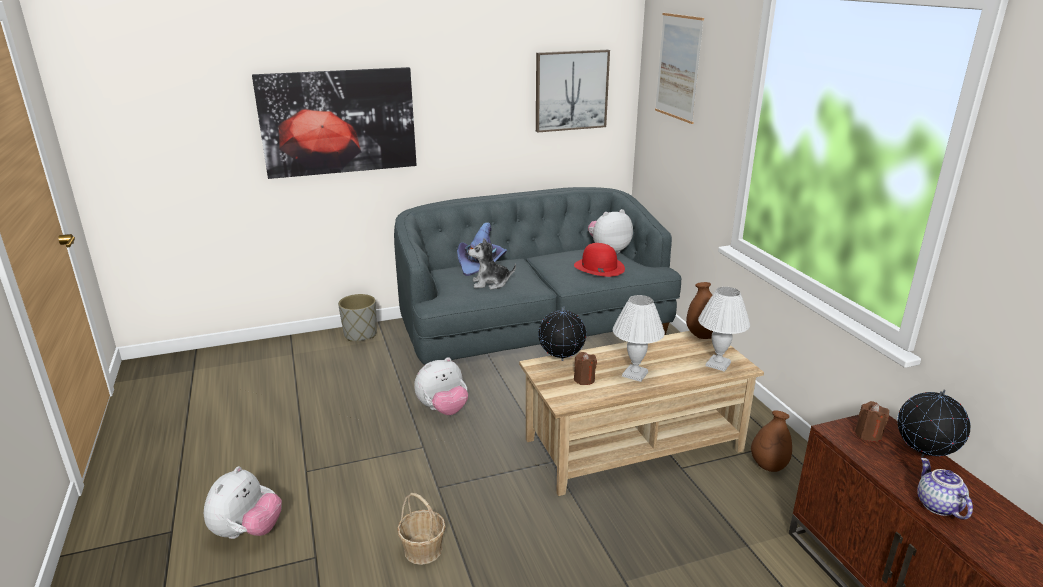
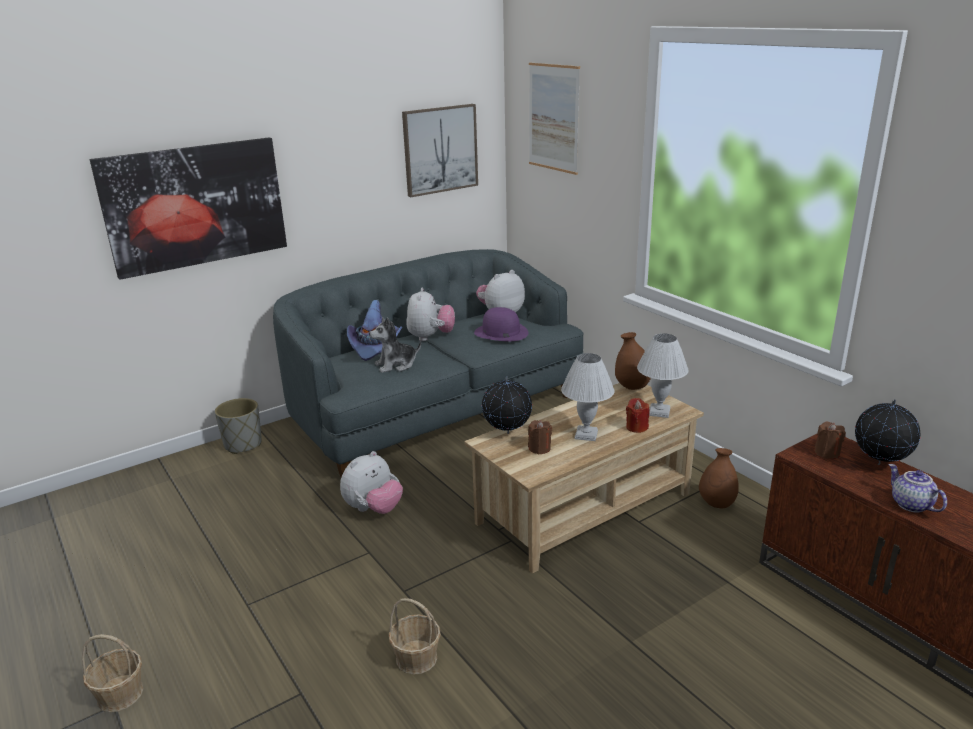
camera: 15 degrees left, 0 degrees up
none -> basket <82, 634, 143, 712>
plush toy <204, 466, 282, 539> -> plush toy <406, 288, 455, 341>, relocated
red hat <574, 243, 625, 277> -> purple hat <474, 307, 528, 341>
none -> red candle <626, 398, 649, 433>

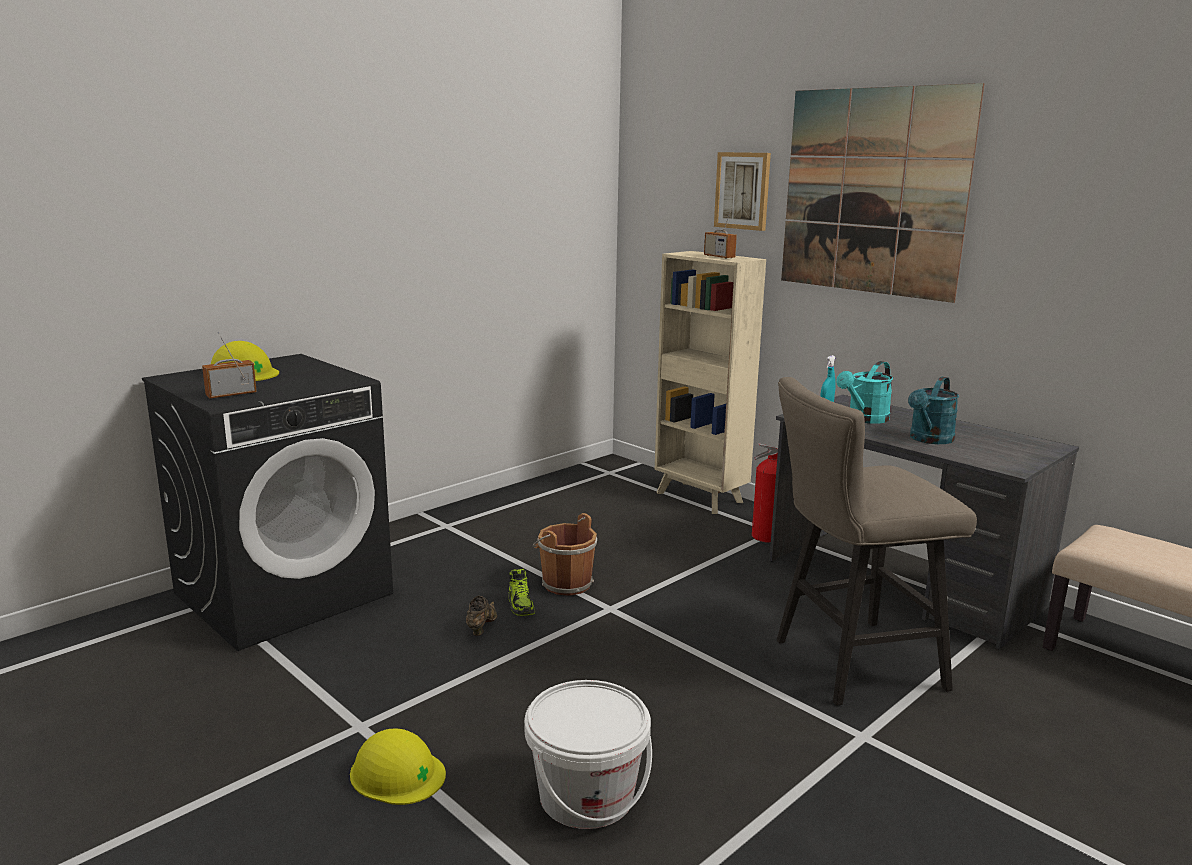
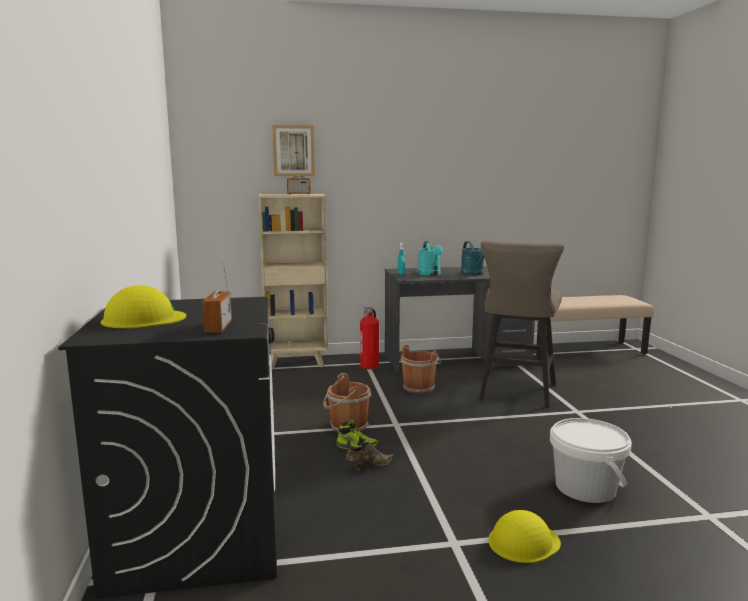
camera: 55 degrees left, 5 degrees down
brown shoe <466, 596, 497, 636> -> brown shoe <346, 442, 393, 471>, 105 degrees clockwise
none -> brown bucket <401, 345, 441, 394>
picture <781, 83, 985, 303> -> none

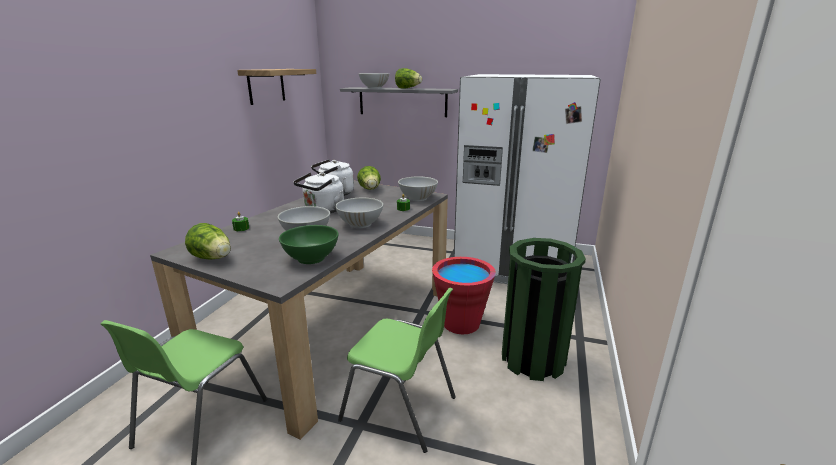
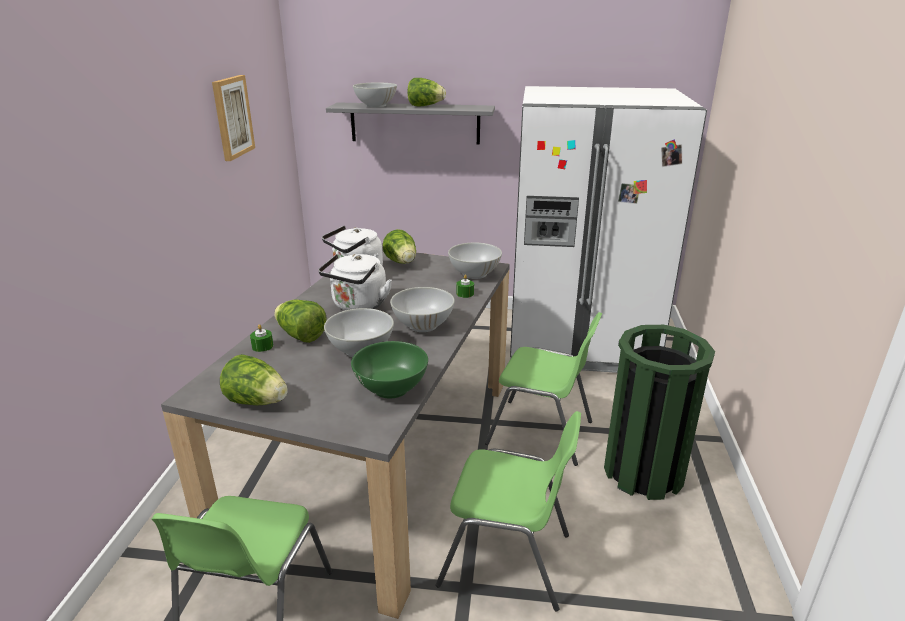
camera: 10 degrees left, 5 degrees up
shelf <237, 69, 316, 105> -> picture <212, 75, 255, 161>
none -> lettuce <274, 300, 327, 343>
red bucket <432, 257, 496, 334> -> green chair <485, 312, 602, 466>

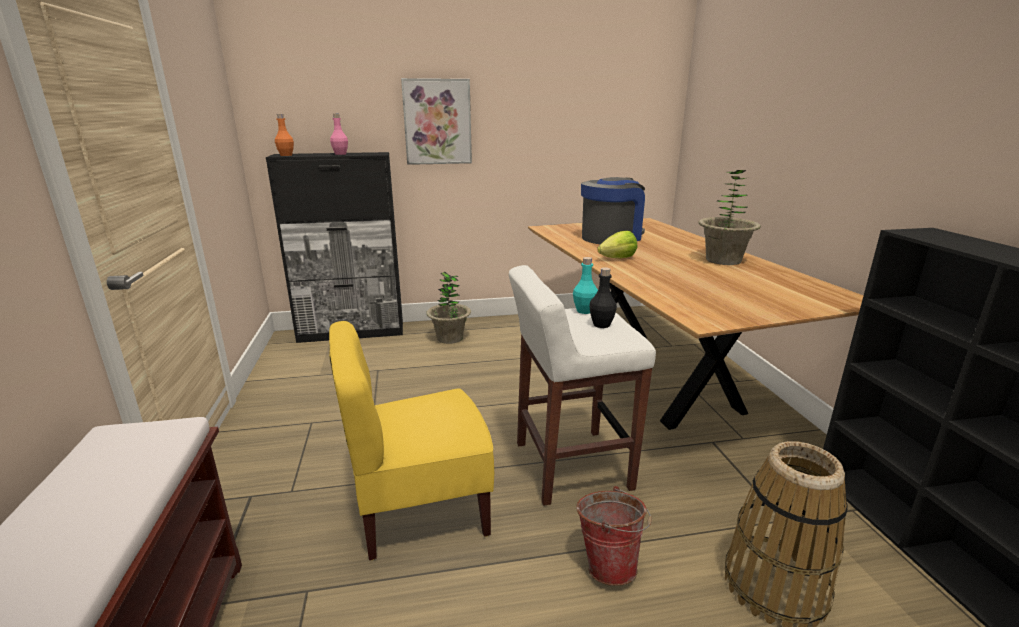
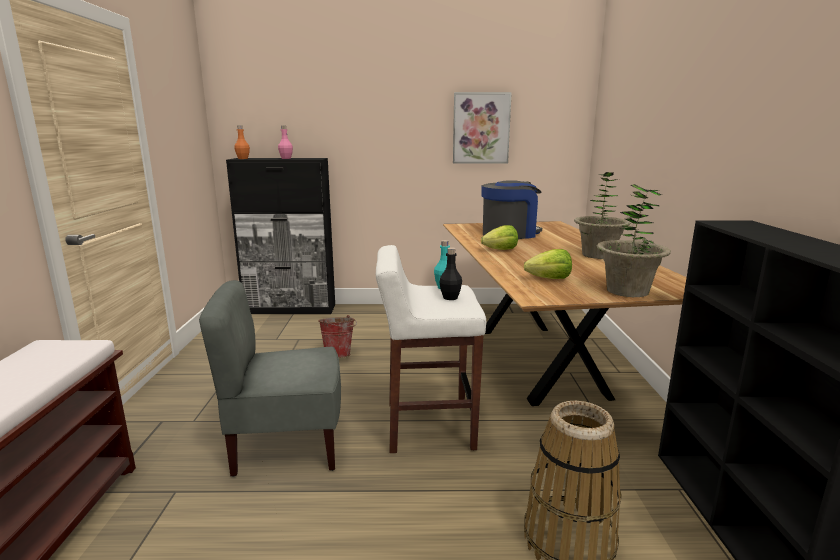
camera: 10 degrees right, 5 degrees down
yellow chair <329, 321, 494, 560> -> grey chair <199, 280, 341, 477>
bucket <576, 486, 652, 586> -> bucket <319, 315, 357, 358>, relocated
picture <401, 78, 472, 165> -> picture <453, 92, 512, 164>, relocated
none -> lettuce <524, 249, 572, 279>
potted plant <426, 272, 471, 344> -> potted plant <597, 184, 671, 297>, relocated

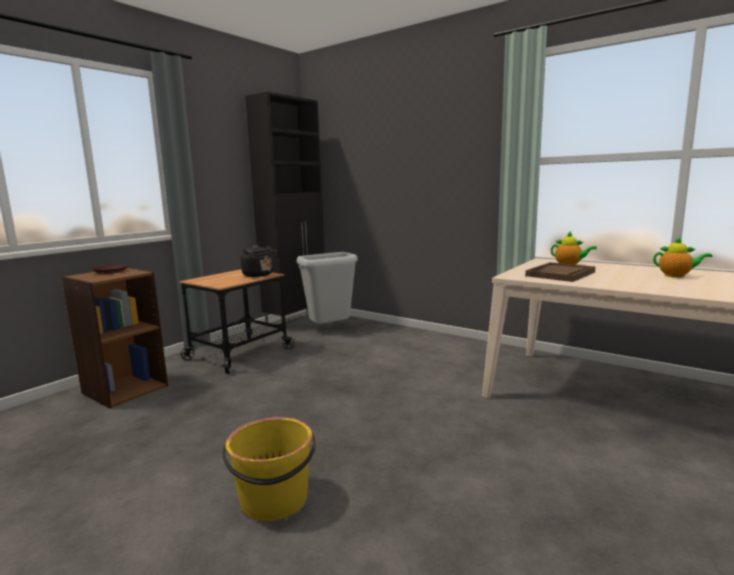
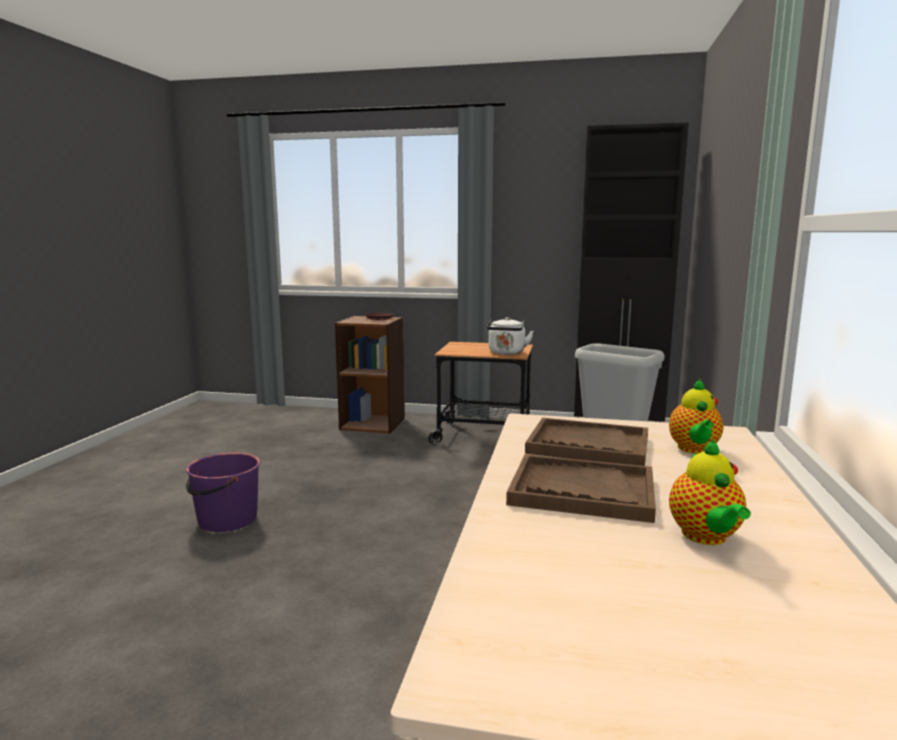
camera: 65 degrees right, 0 degrees up
yellow bucket <222, 417, 316, 521> -> purple bucket <186, 453, 260, 532>
black kettle <241, 245, 278, 277> -> white kettle <487, 317, 534, 355>
none -> brown tray <506, 454, 656, 523>

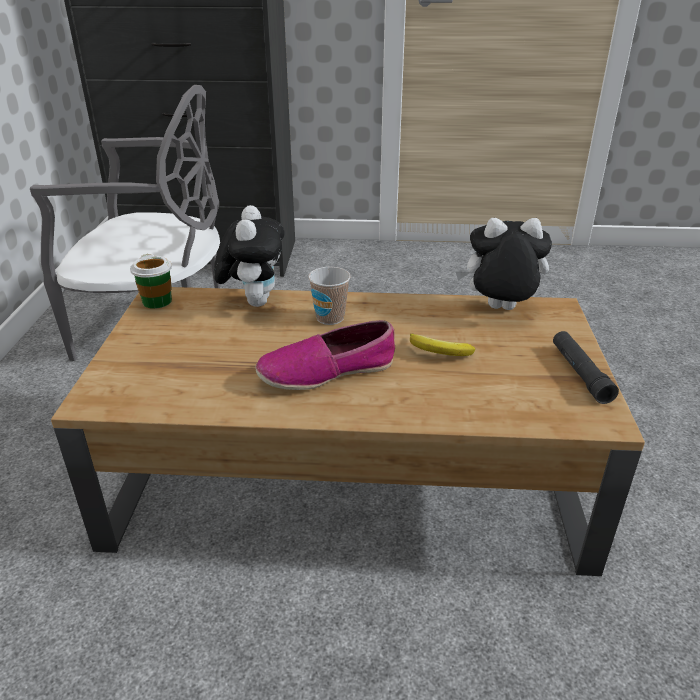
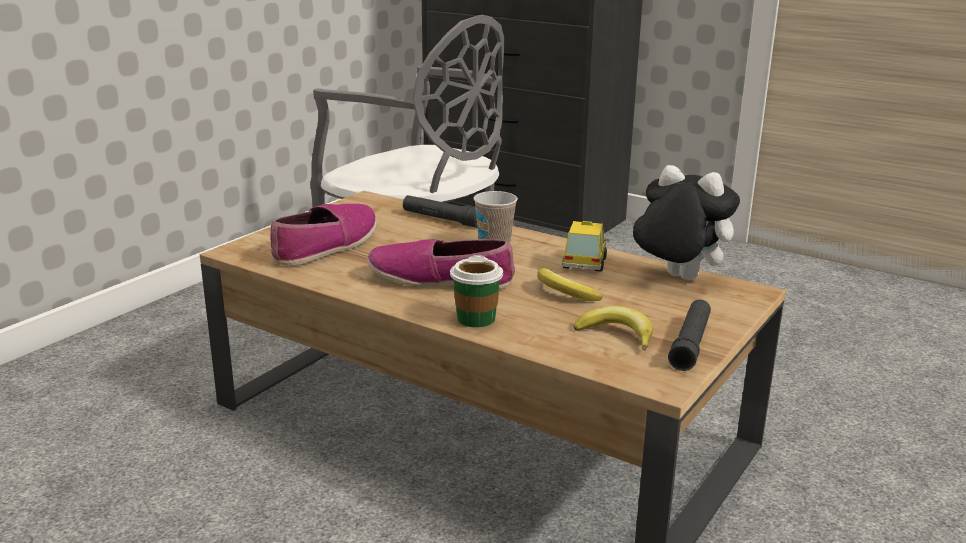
camera: 30 degrees right, 10 degrees down
none -> shoe <270, 204, 377, 266>
plush toy <214, 205, 284, 307> -> black flashlight <403, 195, 477, 228>
cup <130, 254, 172, 309> -> cup <450, 255, 503, 328>, relocated
none -> toy car <562, 221, 609, 272>
none -> banana <573, 306, 653, 351>

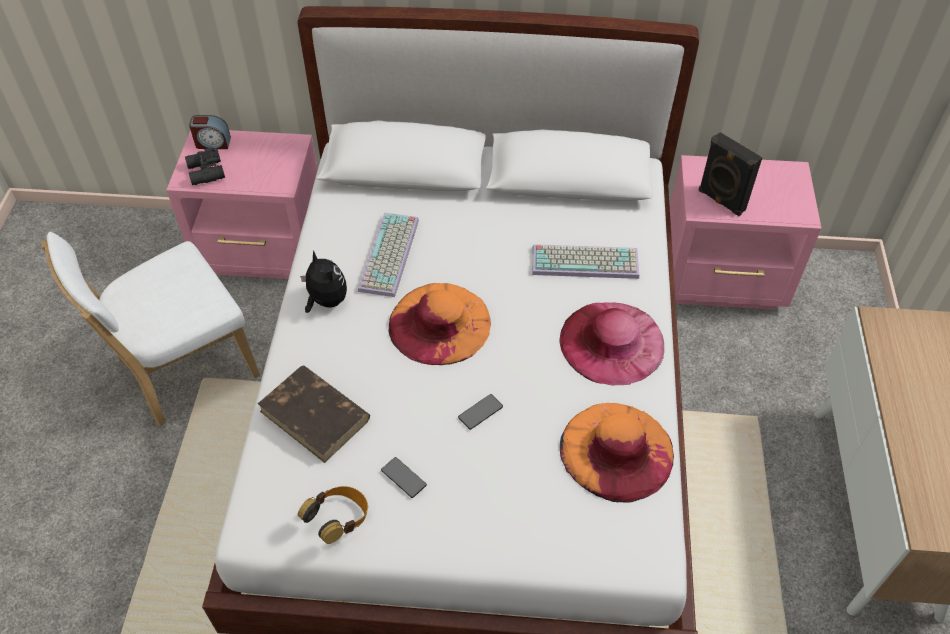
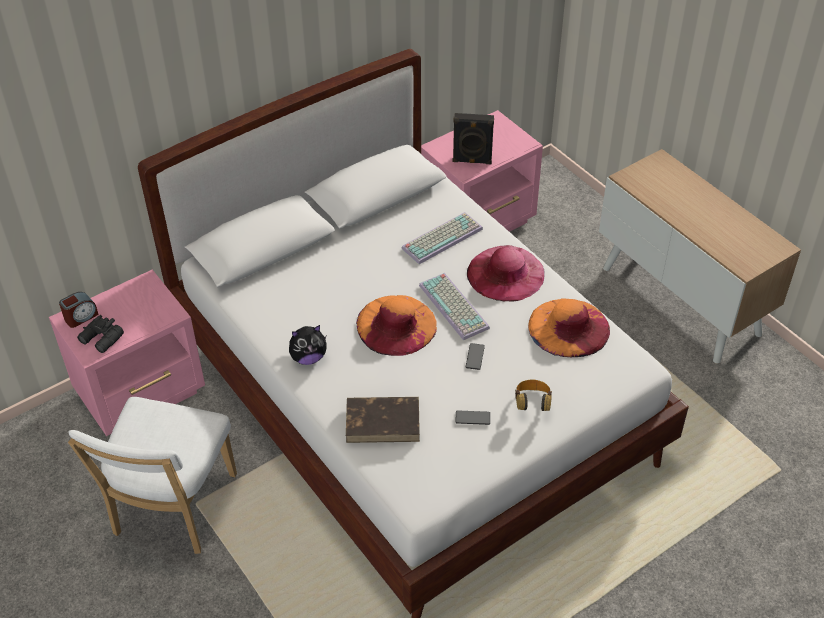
camera: 40 degrees left, 5 degrees down
plush toy <300, 250, 347, 313> -> plush toy <289, 325, 327, 365>, 150 degrees clockwise
keyboard <358, 213, 419, 297> -> keyboard <419, 273, 490, 340>, relocated
headphones <298, 486, 368, 544> -> headphones <515, 379, 552, 411>, relocated

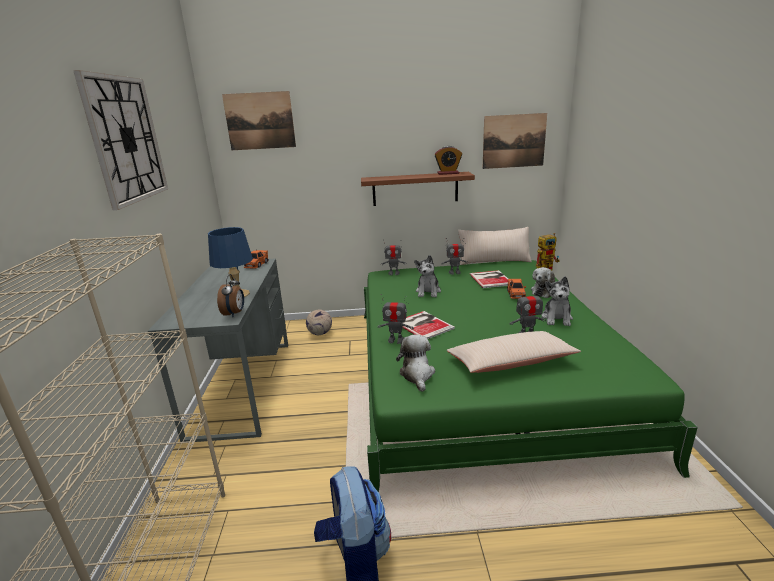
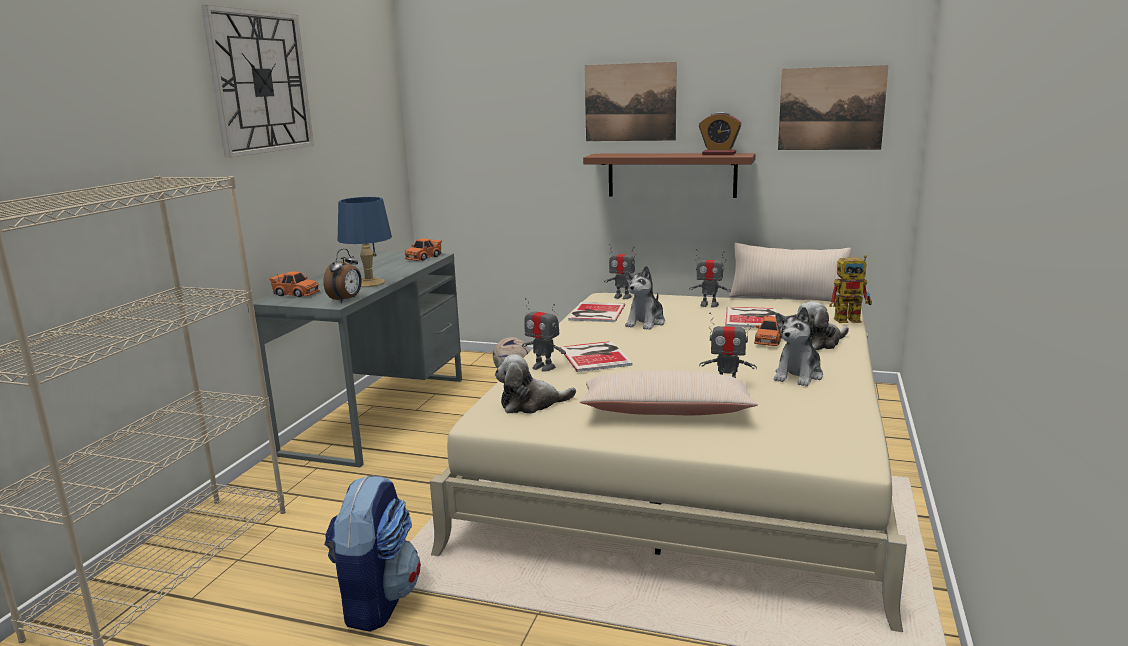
camera: 20 degrees right, 5 degrees down
none -> orange toy car <269, 271, 320, 297>
green bed <364, 260, 698, 492> -> beige bed <430, 293, 907, 632>
plush toy <396, 335, 435, 392> -> plush toy <495, 355, 576, 414>, 120 degrees counterclockwise
none -> book <568, 302, 625, 322>
picture <222, 91, 296, 150> -> picture <585, 62, 677, 141>, relocated

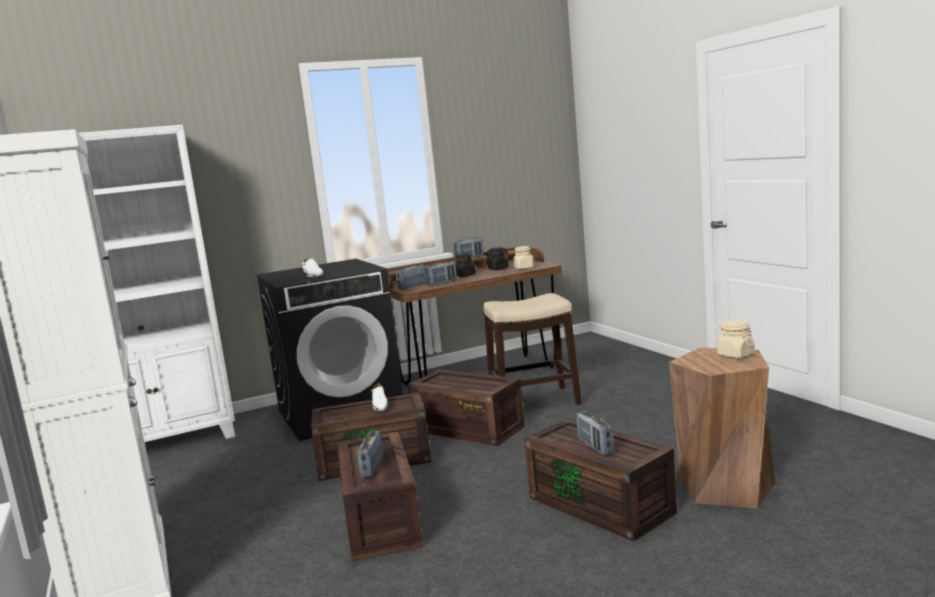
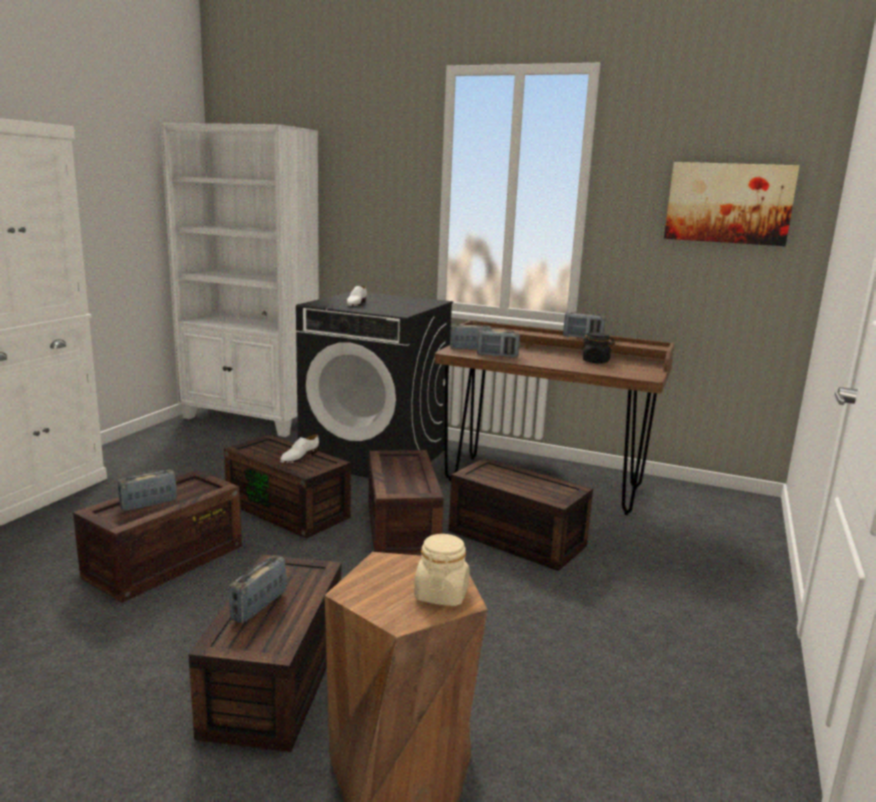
camera: 45 degrees right, 5 degrees up
stool <483, 293, 582, 405> -> brown storage box <449, 458, 593, 571>
none -> picture <664, 162, 800, 246>
black jar <455, 253, 476, 277> -> none
beige jar <513, 246, 534, 269> -> none

